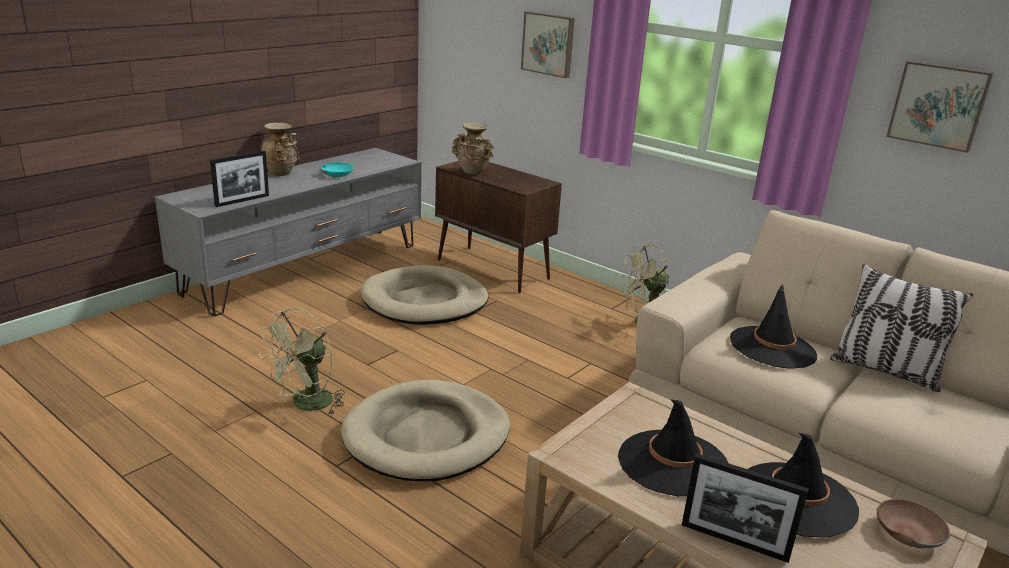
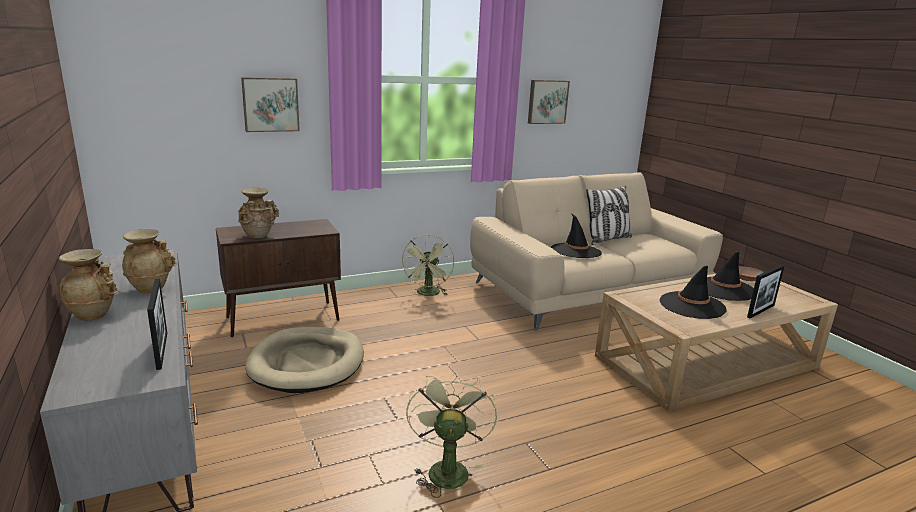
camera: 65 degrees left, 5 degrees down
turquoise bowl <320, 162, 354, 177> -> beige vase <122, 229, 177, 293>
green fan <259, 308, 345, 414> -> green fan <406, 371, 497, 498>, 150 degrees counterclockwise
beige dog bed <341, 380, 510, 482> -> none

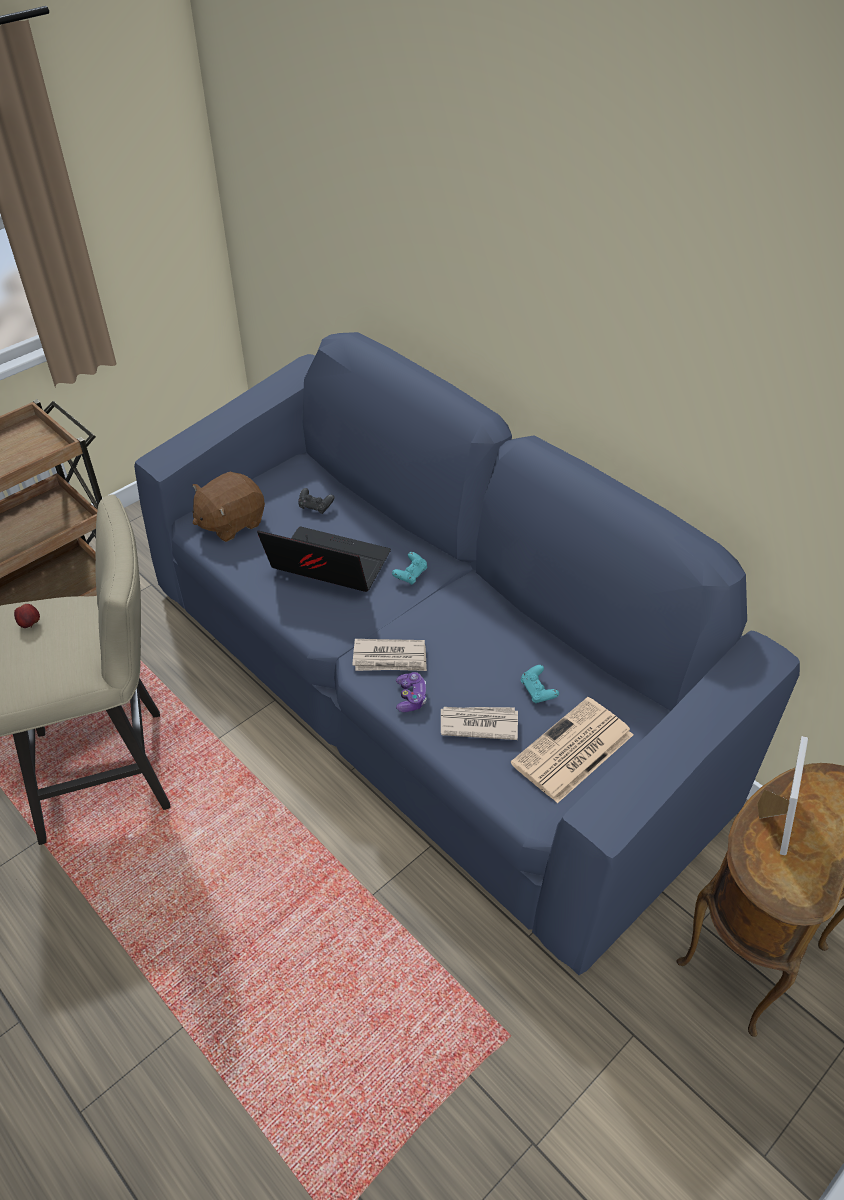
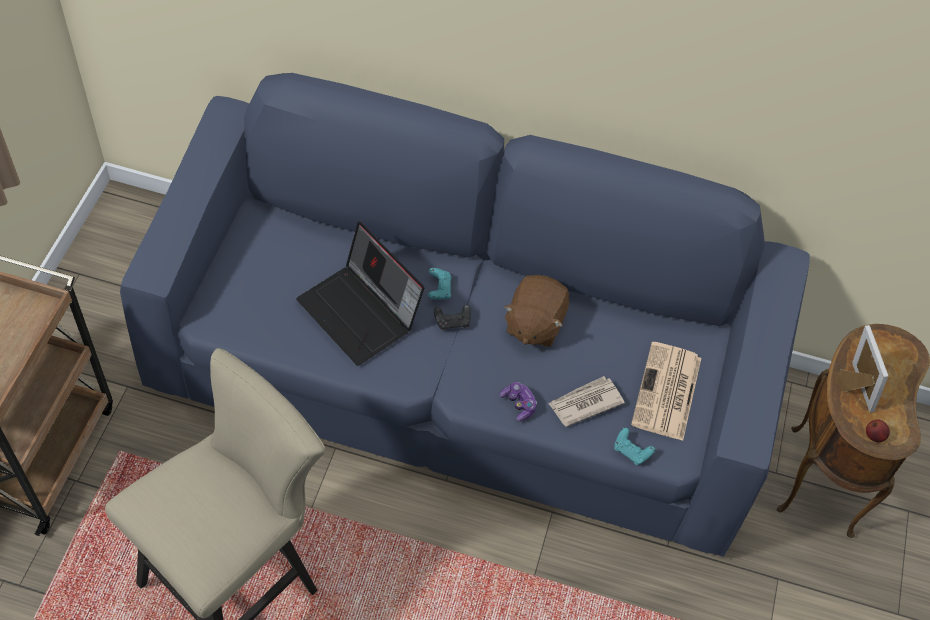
camera: 35 degrees left, 10 degrees up
laptop <257, 527, 391, 592> -> laptop <296, 222, 424, 366>, 120 degrees counterclockwise
black game controller <298, 488, 334, 514> -> black game controller <434, 304, 471, 330>, relocated
brown plush toy <192, 472, 265, 542> -> brown plush toy <504, 275, 569, 347>, relocated
turquoise game controller <521, 665, 559, 703> -> turquoise game controller <614, 427, 655, 465>, relocated
apple <14, 604, 40, 628> -> apple <866, 419, 890, 442>, relocated
newspaper <353, 639, 427, 671> -> none

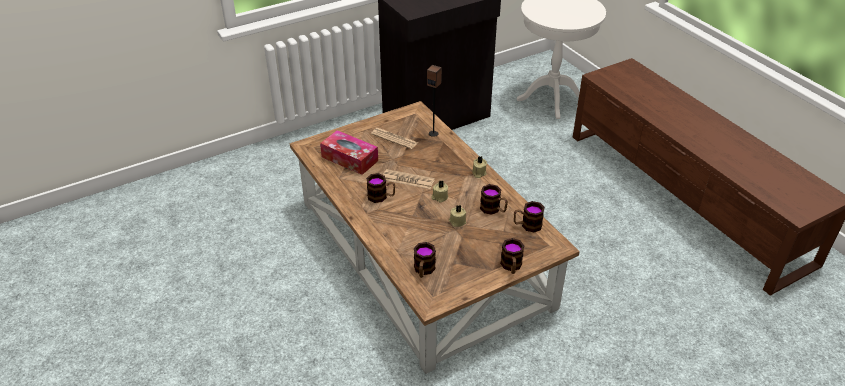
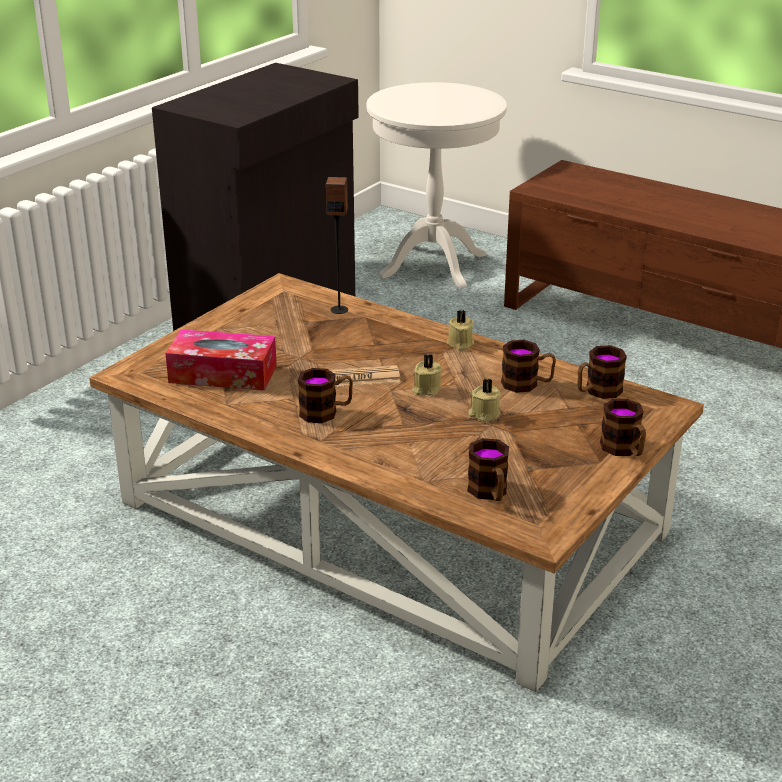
camera: 25 degrees left, 10 degrees down
newspaper <371, 128, 418, 149> -> none

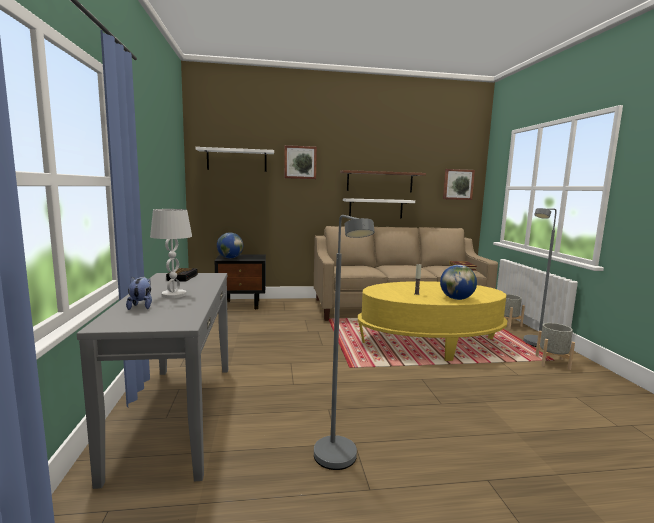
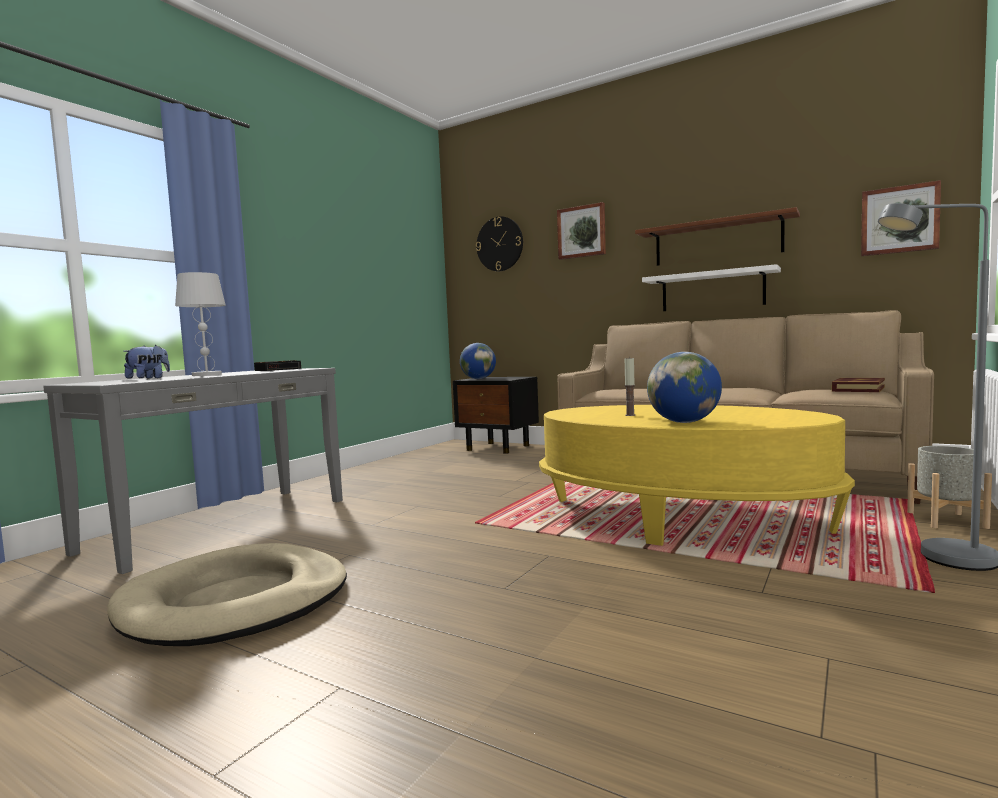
camera: 40 degrees right, 5 degrees down
grey floor lamp <314, 215, 375, 470> -> beige dog bed <107, 543, 347, 646>
white shelf <195, 147, 274, 172> -> wall clock <476, 216, 523, 271>
grey planter <535, 323, 575, 370> -> none

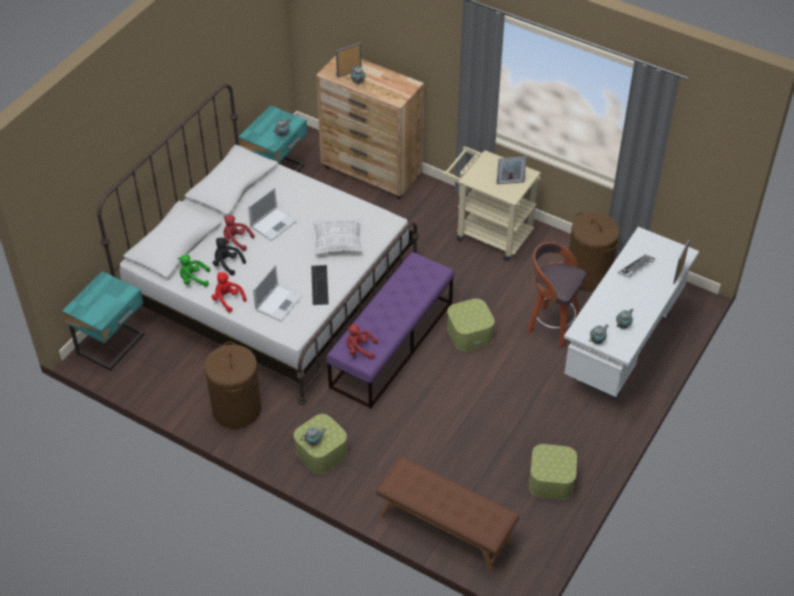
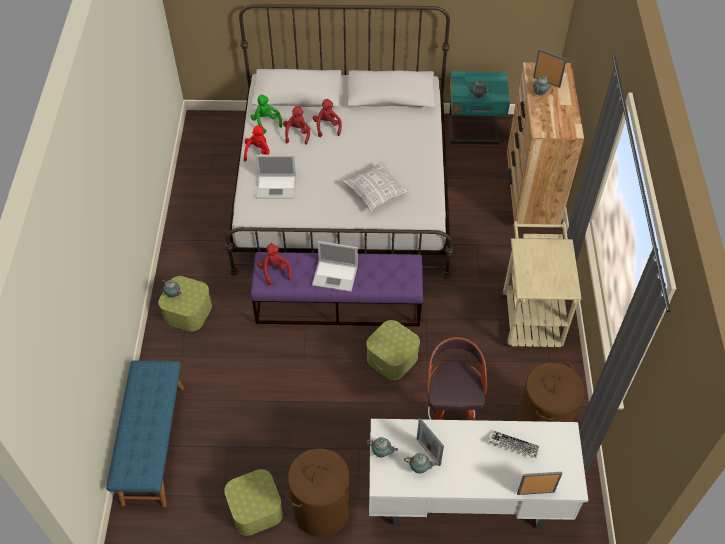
camera: 60 degrees right, 5 degrees up
brown bench <376, 456, 519, 573> -> blue bench <106, 361, 184, 507>
black plush toy <213, 238, 246, 275> -> red plush toy <283, 106, 310, 145>
brown laundry basket <204, 342, 261, 429> -> brown laundry basket <286, 448, 351, 537>, relocated
laptop <248, 187, 297, 241> -> laptop <312, 241, 358, 292>, relocated
picture frame <497, 156, 527, 184> -> picture frame <417, 418, 444, 467>, relocated
turquoise nightstand <62, 271, 145, 371> -> none
keyboard <311, 265, 329, 305> -> none

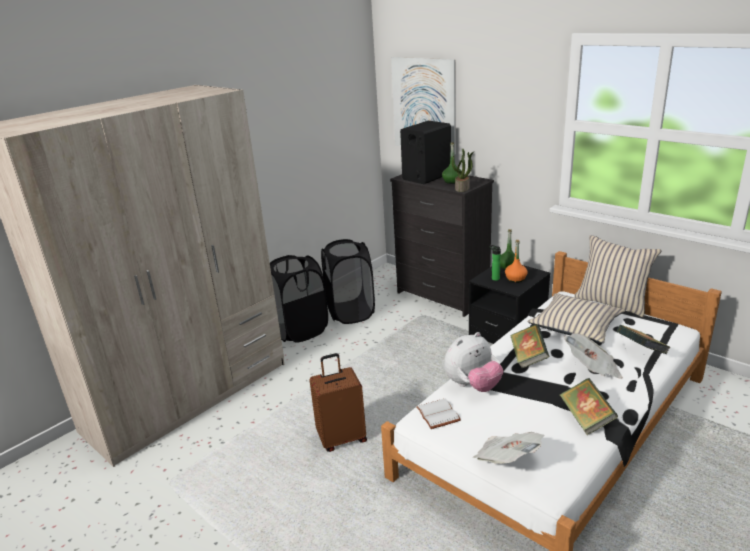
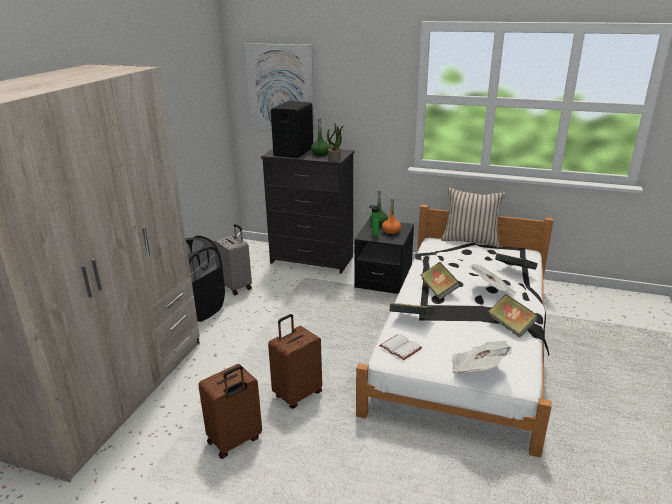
camera: 25 degrees left, 0 degrees up
none -> brown suitcase <198, 364, 262, 459>
black laundry basket <321, 239, 375, 324> -> grey suitcase <213, 224, 252, 295>
plush toy <444, 332, 503, 392> -> book <389, 303, 436, 315>
beige pillow <528, 293, 626, 343> -> none

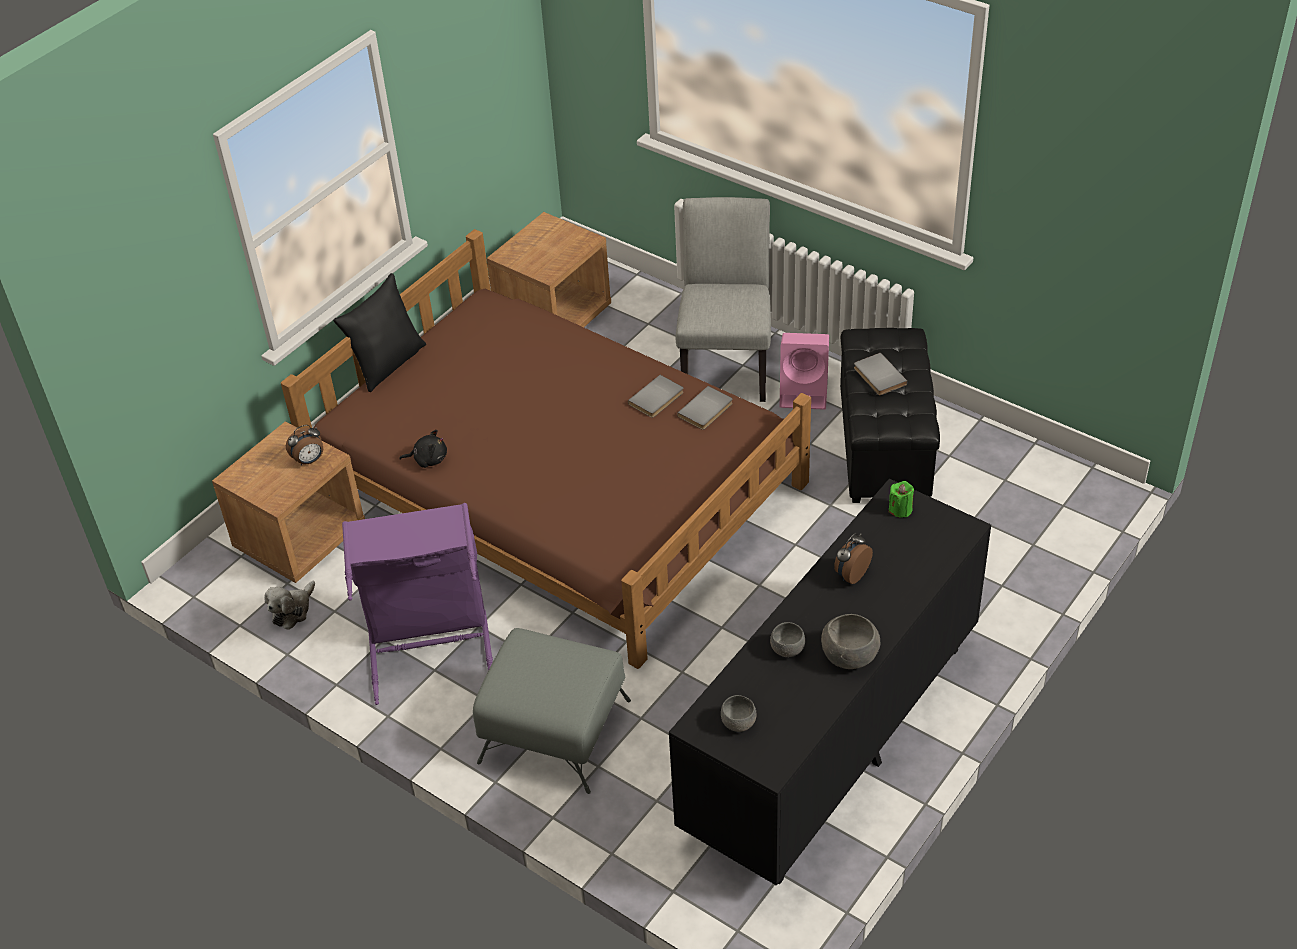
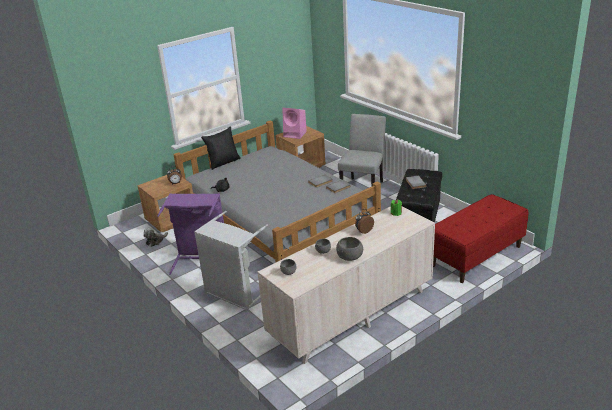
camera: 15 degrees right, 15 degrees down
brown bed <281, 229, 811, 669> -> grey bed <173, 121, 381, 262>
grey ottoman <473, 628, 631, 794> -> grey laundry basket <194, 211, 268, 311>
black dresser <669, 479, 991, 886> -> beige dresser <257, 206, 435, 364>
pink speaker <780, 333, 829, 410> -> pink speaker <282, 108, 307, 139>, relocated
none -> red bench <433, 194, 528, 283>

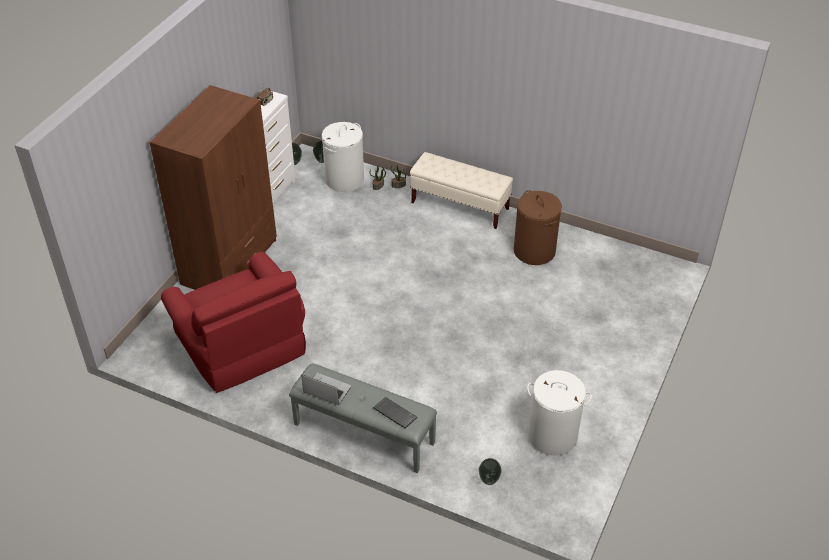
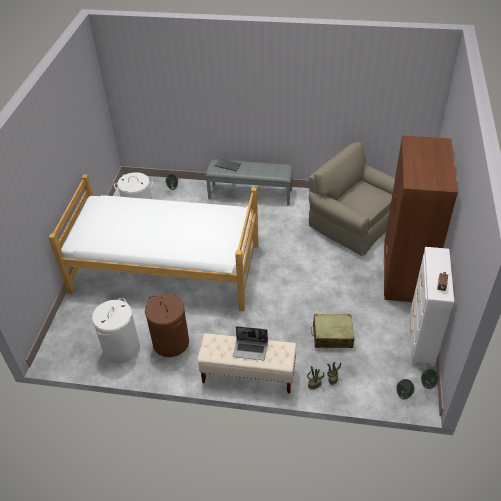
camera: 165 degrees right, 0 degrees up
none -> bed <48, 174, 258, 312>
white laundry basket <322, 122, 364, 192> -> white laundry basket <92, 298, 140, 363>, relocated
laptop <301, 373, 351, 405> -> laptop <233, 326, 268, 360>, relocated
red armchair <161, 252, 306, 393> -> beige armchair <309, 142, 395, 256>
none -> beige suitcase <311, 314, 355, 348>

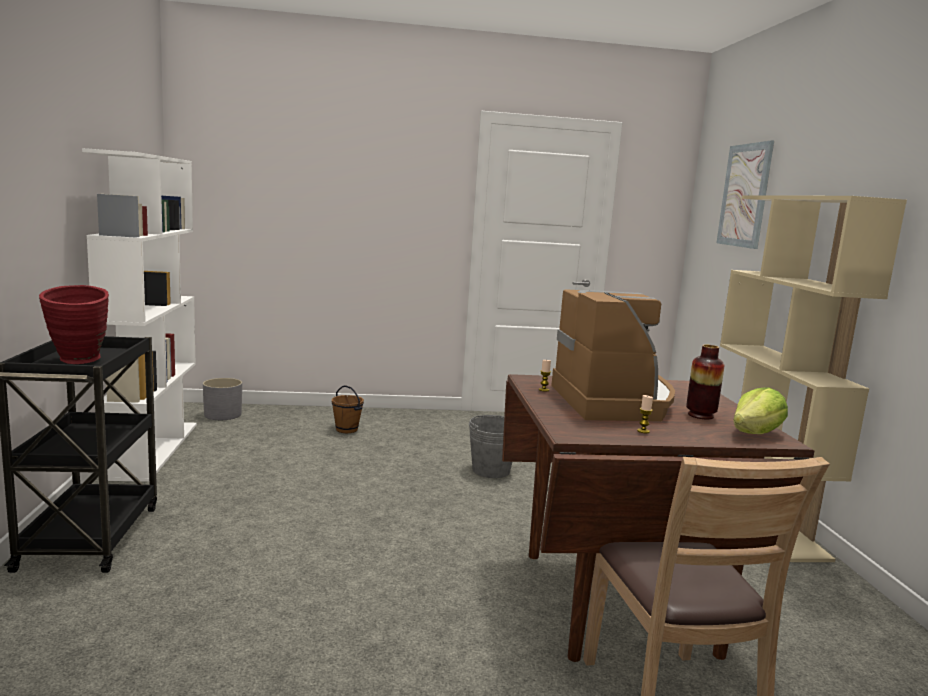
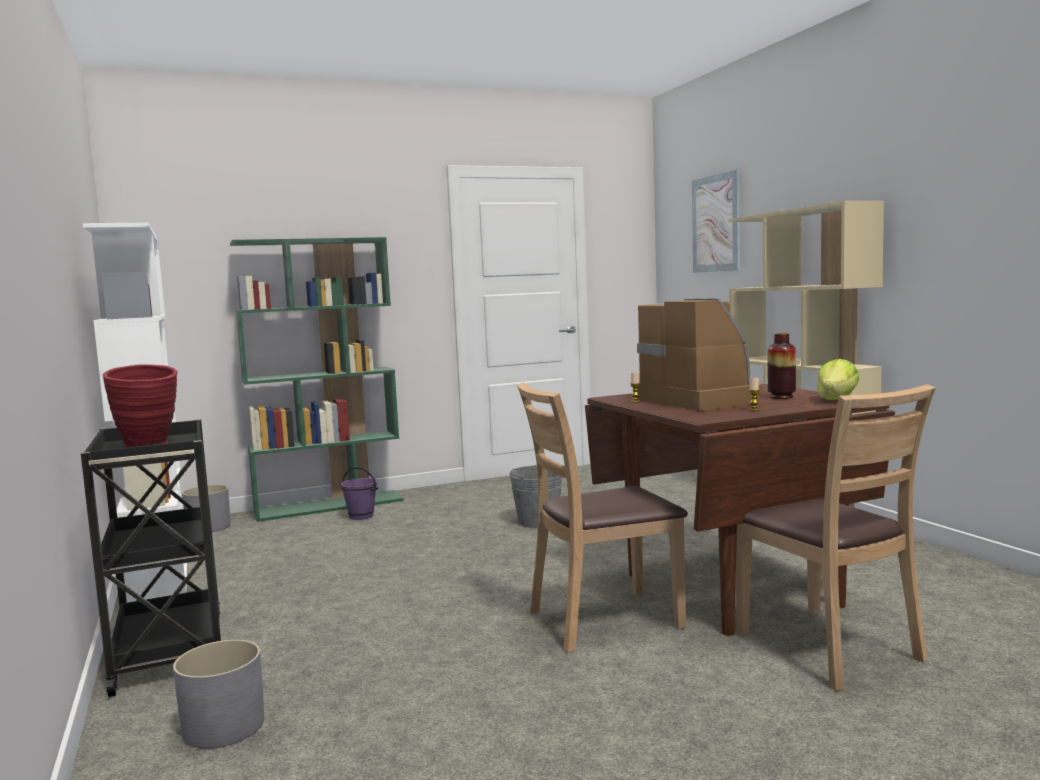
camera: 15 degrees left, 5 degrees down
none -> grey planter <173, 640, 264, 749>
none -> green bookcase <230, 237, 403, 522>
brown bucket <332, 385, 364, 433> -> purple bucket <341, 467, 378, 520>
none -> brown chair <517, 382, 688, 653>

